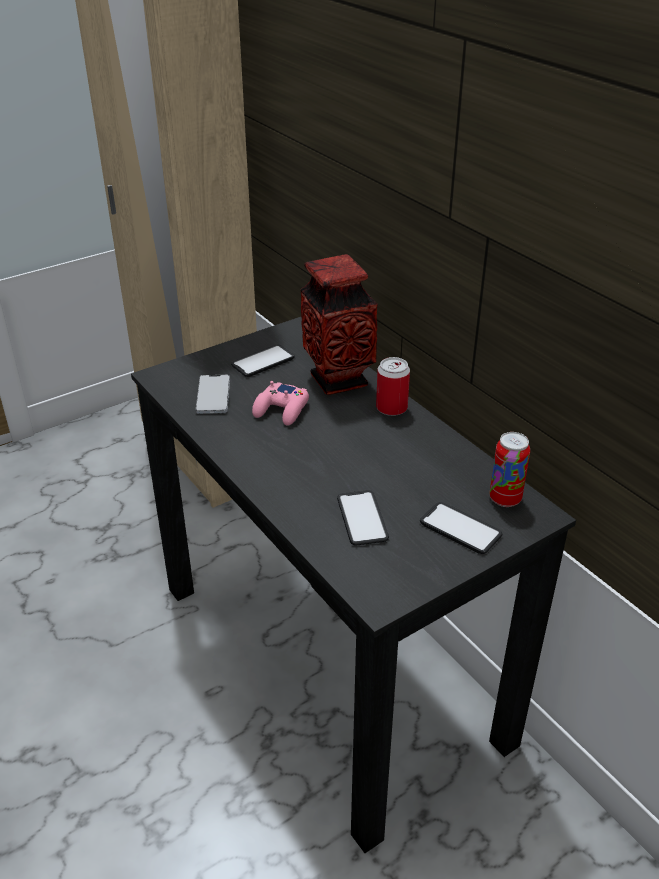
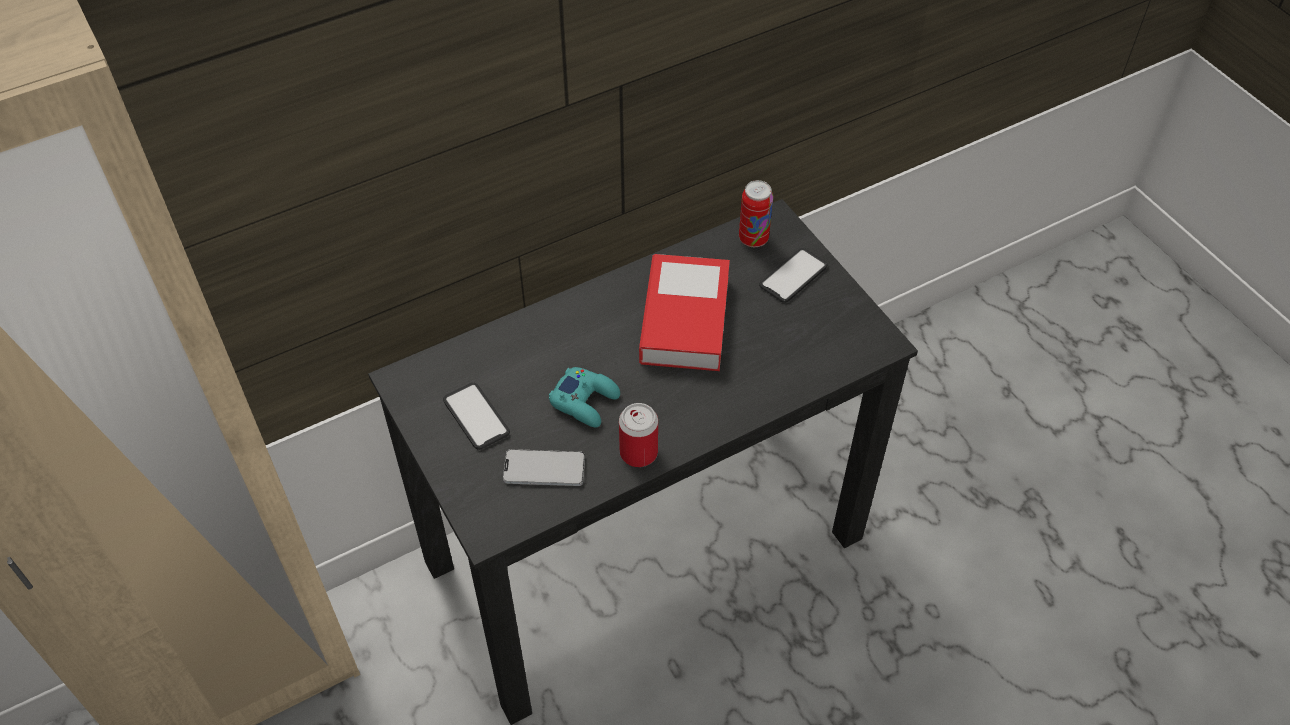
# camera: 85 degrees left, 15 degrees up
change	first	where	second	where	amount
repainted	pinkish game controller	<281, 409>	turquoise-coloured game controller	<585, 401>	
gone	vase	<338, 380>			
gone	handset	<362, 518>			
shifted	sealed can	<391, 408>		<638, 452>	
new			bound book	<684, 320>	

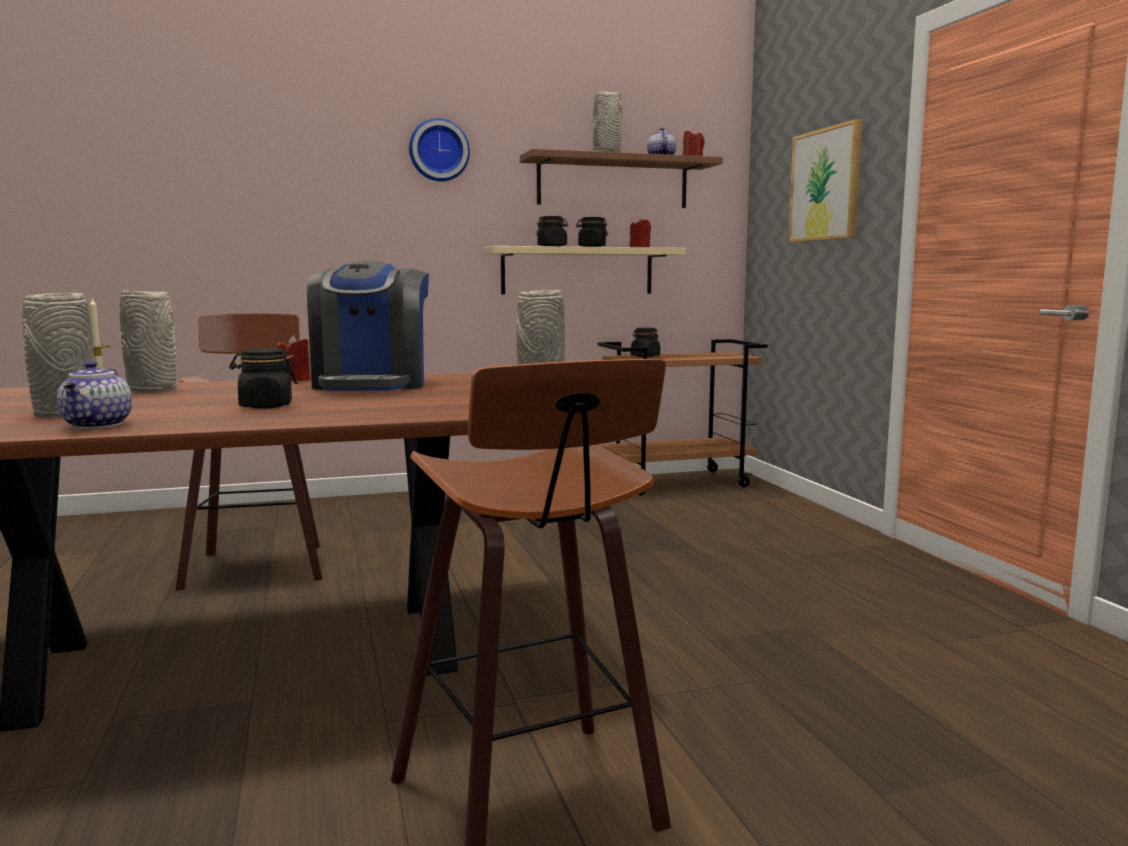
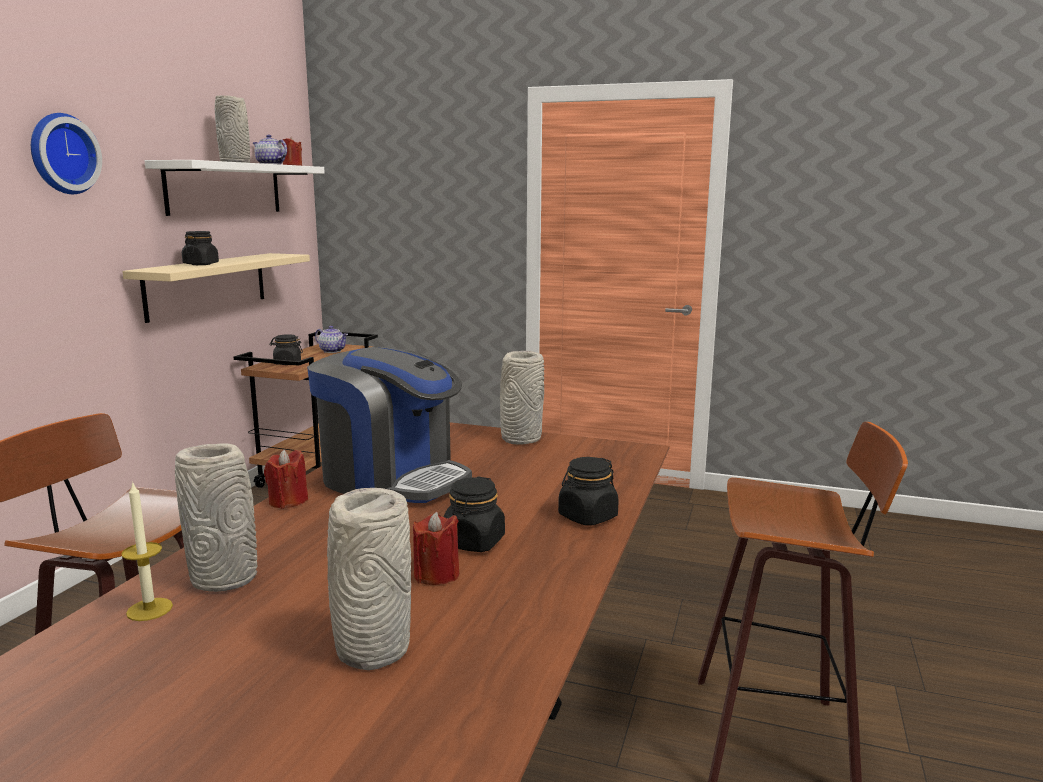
# camera: 55 degrees left, 5 degrees up
change	first	where	second	where	amount
shifted	teapot	<99, 425>		<333, 351>	
repainted	brownish wall shelf	<613, 182>	white wall shelf	<225, 188>	
shifted	blackish storage jar	<591, 247>		<587, 517>	
shifted	reddish wax candle	<640, 247>		<436, 575>	
gone	picture	<825, 185>			

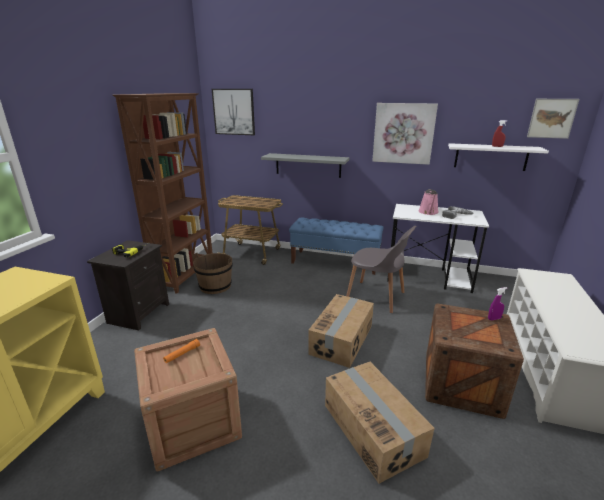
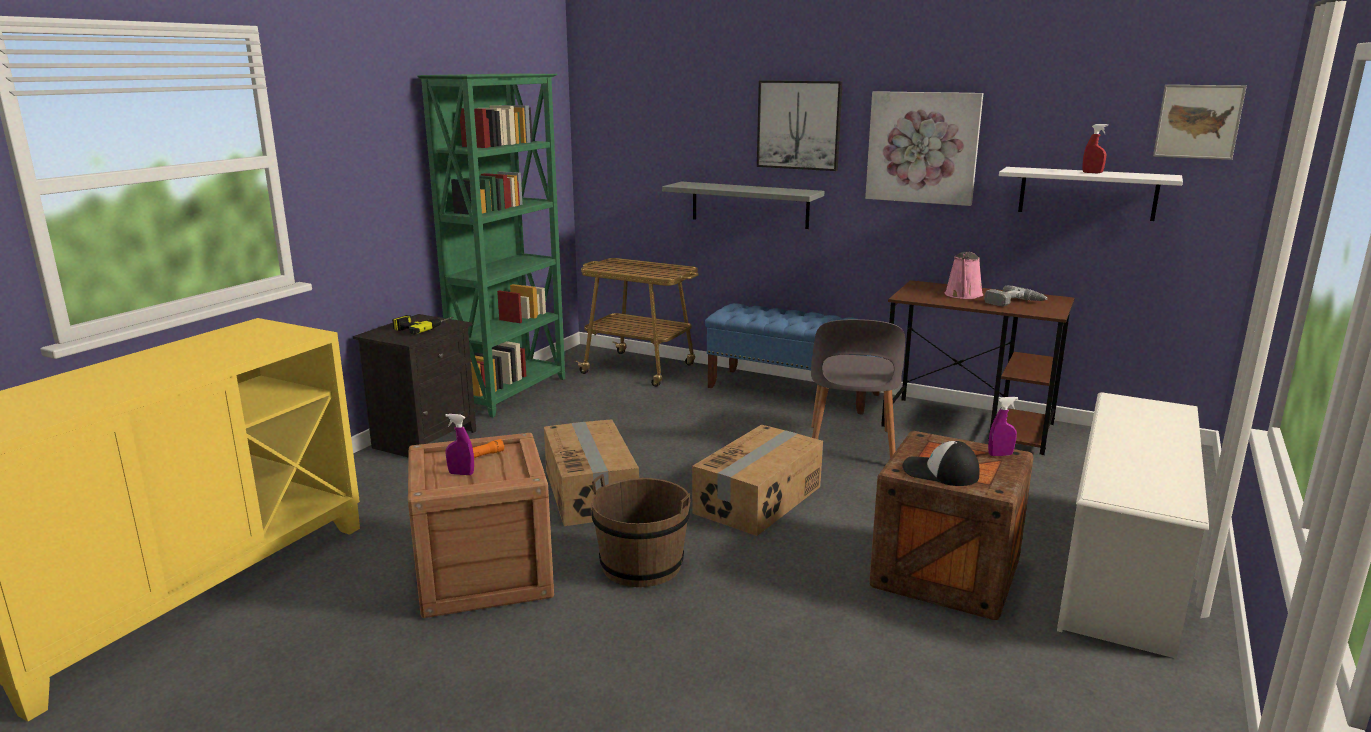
# camera: 10 degrees right, 5 degrees down
change	first	where	second	where	amount
repainted	brownish bookcase	<186, 275>	greenish bookcase	<512, 393>	
shifted	brownish bucket	<215, 286>		<641, 565>	
shifted	picture	<234, 112>		<799, 125>	
shifted	packing box	<373, 429>		<591, 492>	
rotated	gray upright chair	<377, 297>		<850, 447>	60 degrees clockwise
repainted	white desk table	<429, 277>	brownish desk table	<969, 425>	
new			purple-coloured spray bottle	<461, 473>	
new			peaked cap	<940, 472>	

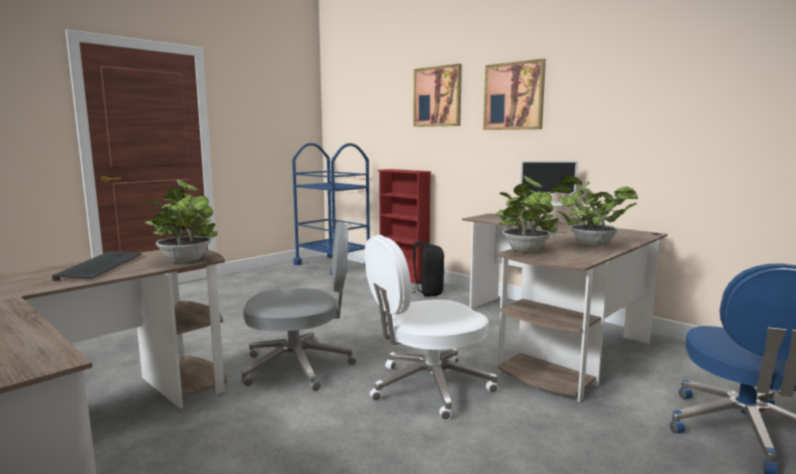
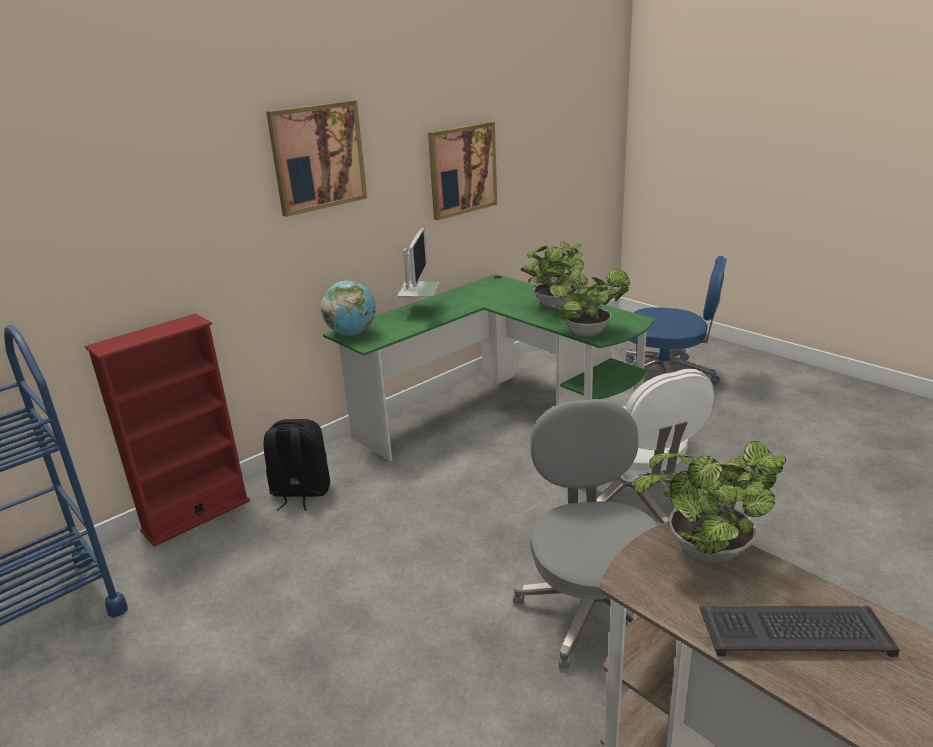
# camera: 85 degrees left, 15 degrees up
change	first	where	second	where	amount
shifted	picture	<437, 96>		<462, 170>	
repainted	brownish desk table	<557, 338>	greenish desk table	<499, 416>	
new			globe	<351, 333>	

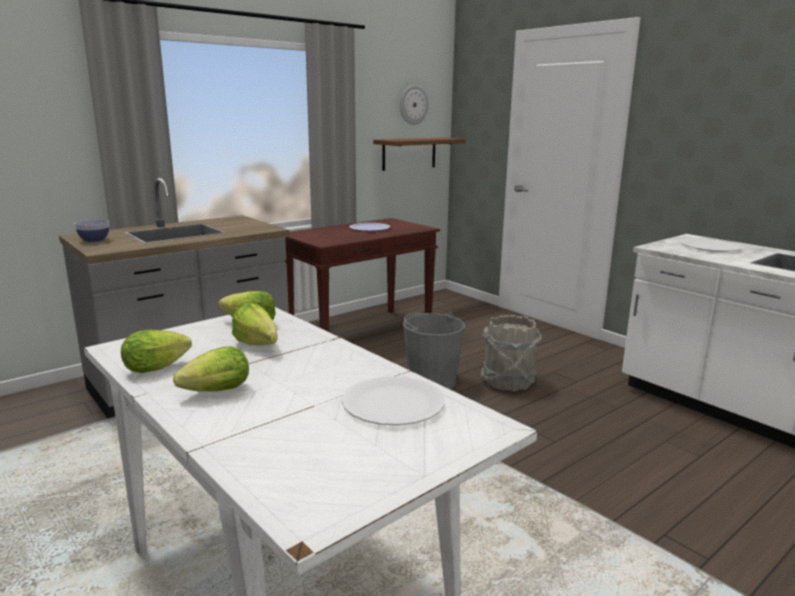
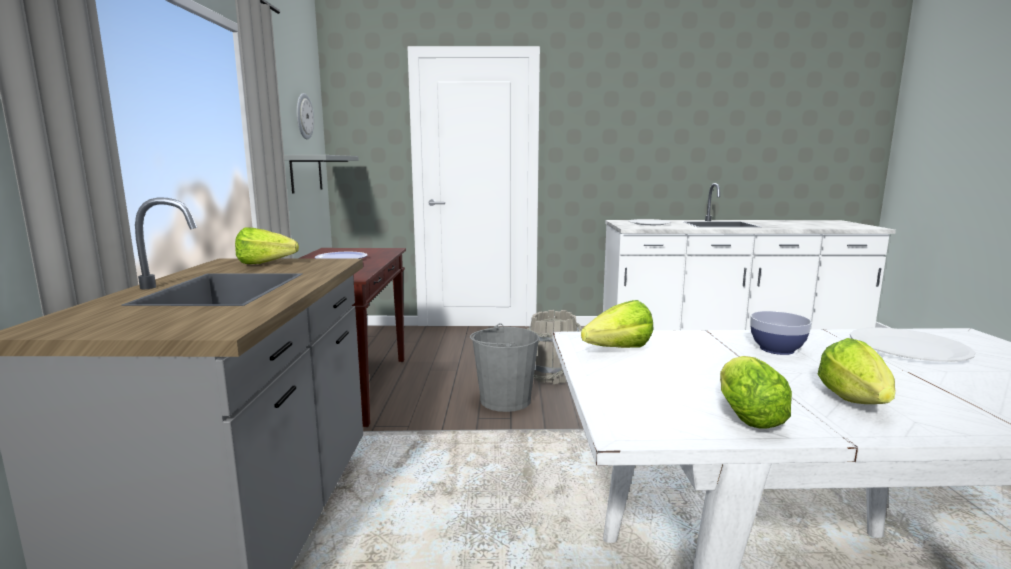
# camera: 50 degrees left, 5 degrees down
change	first	where	second	where	amount
shifted	serving bowl	<94, 240>		<776, 349>	
shifted	head of lettuce	<259, 347>		<270, 264>	
repainted	brownish wall shelf	<409, 153>	gray wall shelf	<306, 173>	

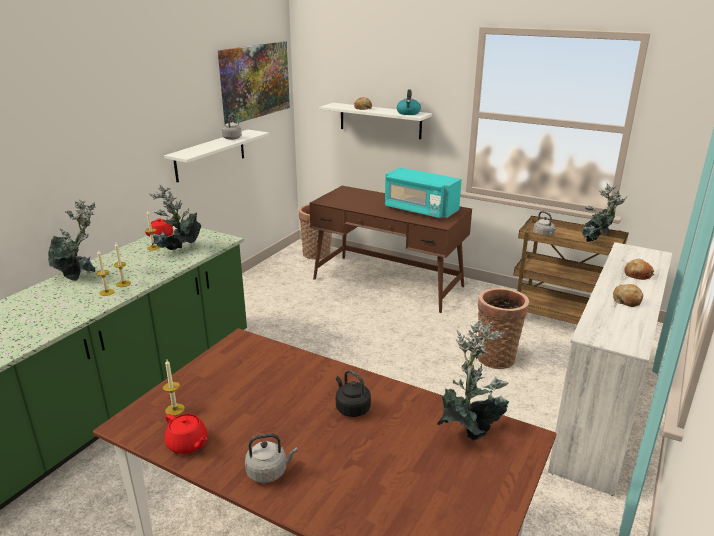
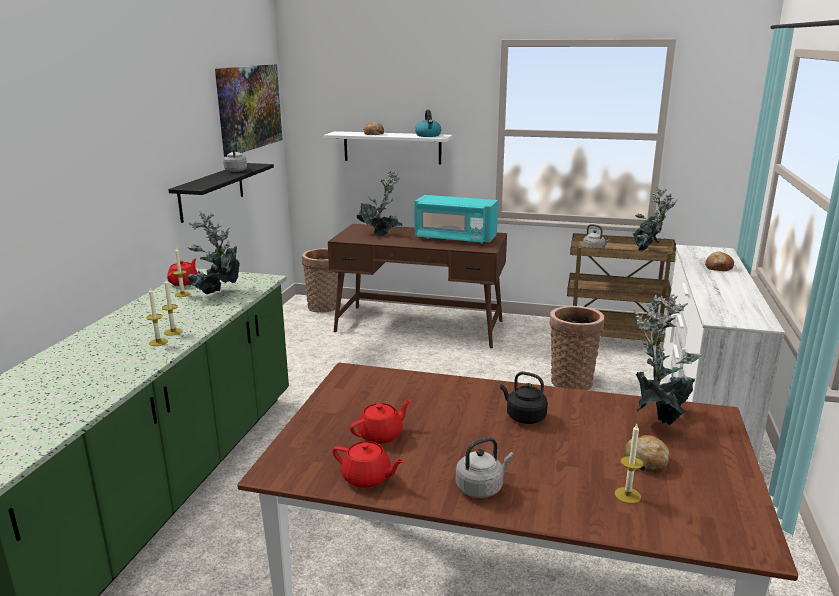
# camera: 15 degrees left, 5 degrees down
change	first	where	second	where	amount
shifted	plant in a pot	<80, 276>		<381, 234>	
shifted	wax candle	<175, 409>		<627, 495>	
repainted	white wall shelf	<210, 155>	blackish wall shelf	<212, 191>	
shifted	baked bread	<627, 300>		<646, 461>	
new			reddish teapot	<381, 435>	

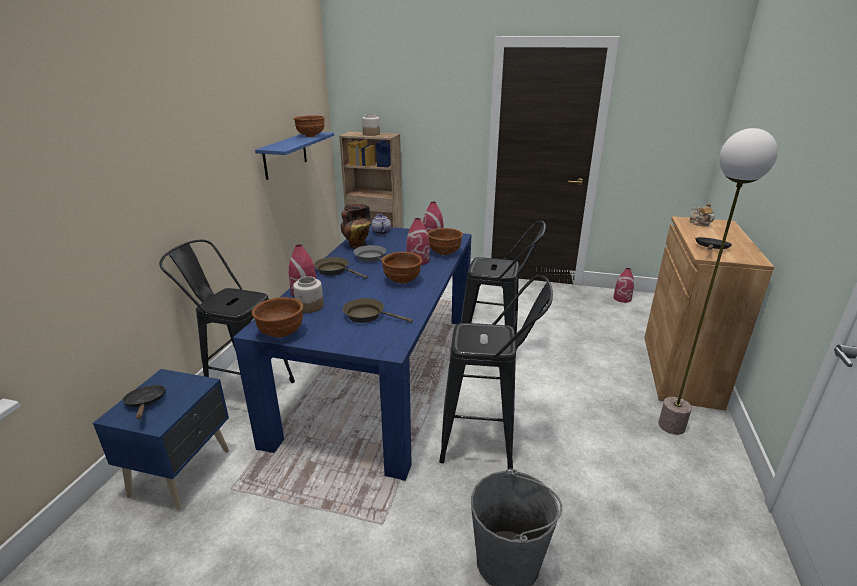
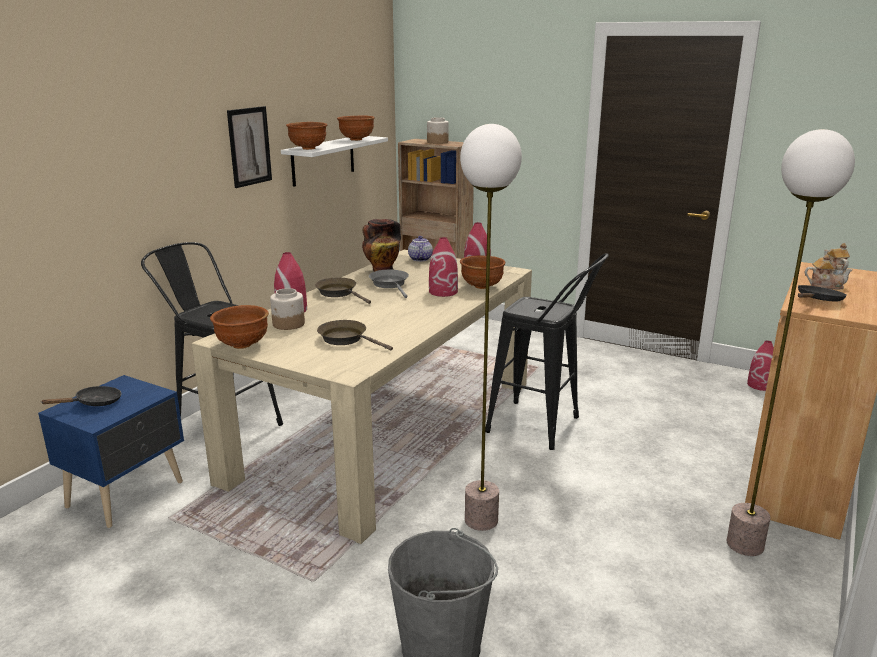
# camera: 15 degrees right, 5 degrees down
change	first	where	second	where	amount
rotated	blackish pan	<146, 403>		<94, 403>	60 degrees clockwise
repainted	blue kitchen table	<382, 372>	beige-coloured kitchen table	<388, 428>	
repainted	blue wall shelf	<285, 155>	white wall shelf	<323, 160>	
shifted	brownish serving bowl	<402, 281>		<308, 148>	
swapped	blackish sitting stool	<487, 441>	floor lamp	<481, 520>	
new			picture	<249, 146>	
new			teapot	<825, 286>	

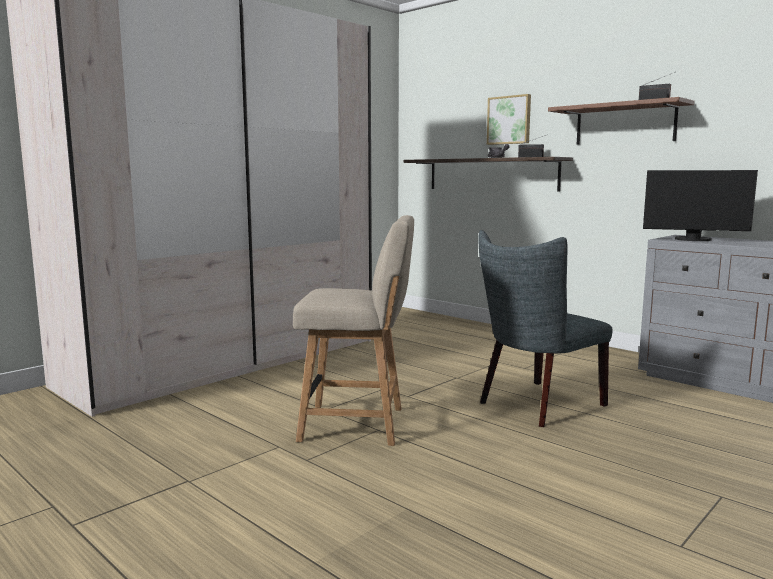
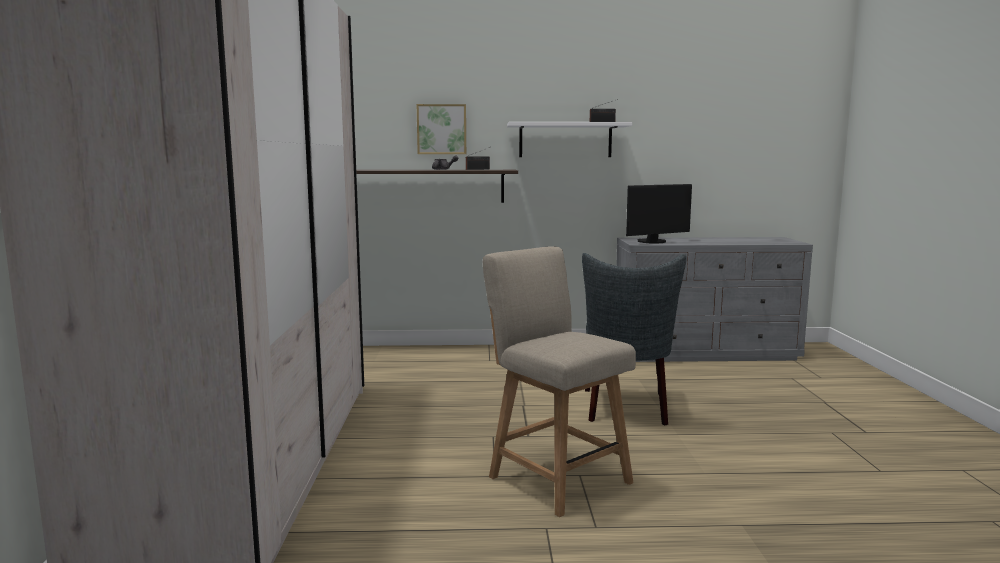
# camera: 45 degrees left, 0 degrees up
change	first	where	second	where	amount
rotated	beige-coloured upright chair	<358, 424>		<555, 477>	90 degrees counterclockwise
repainted	brownish wall shelf	<625, 124>	white wall shelf	<565, 140>	

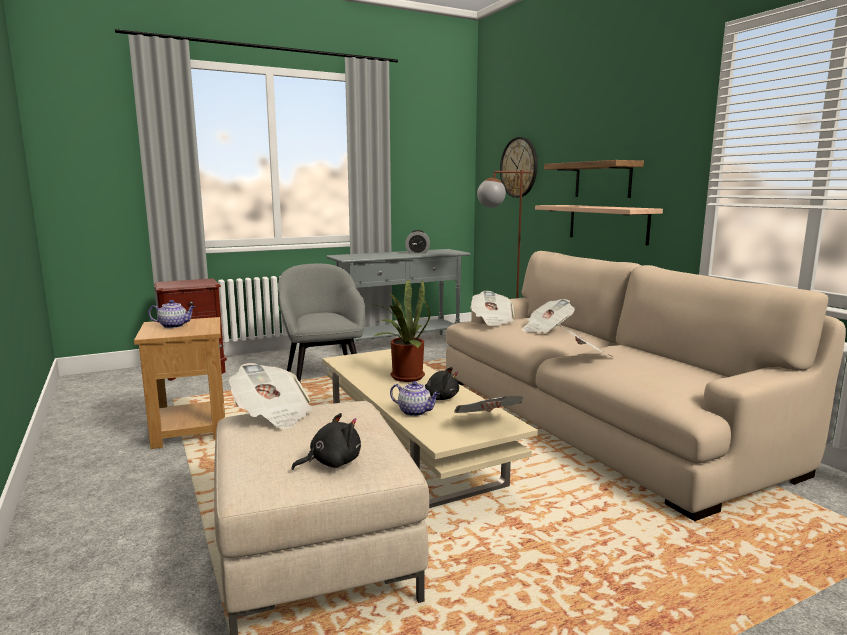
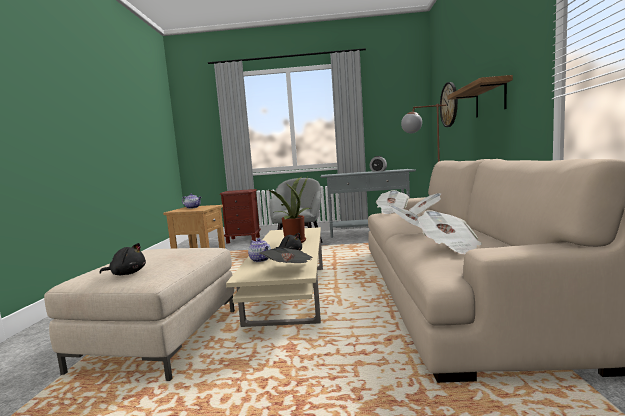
# camera: 30 degrees right, 5 degrees down
change	first	where	second	where	amount
shifted	newspaper	<273, 415>		<449, 247>	
gone	wall shelf	<607, 223>			

